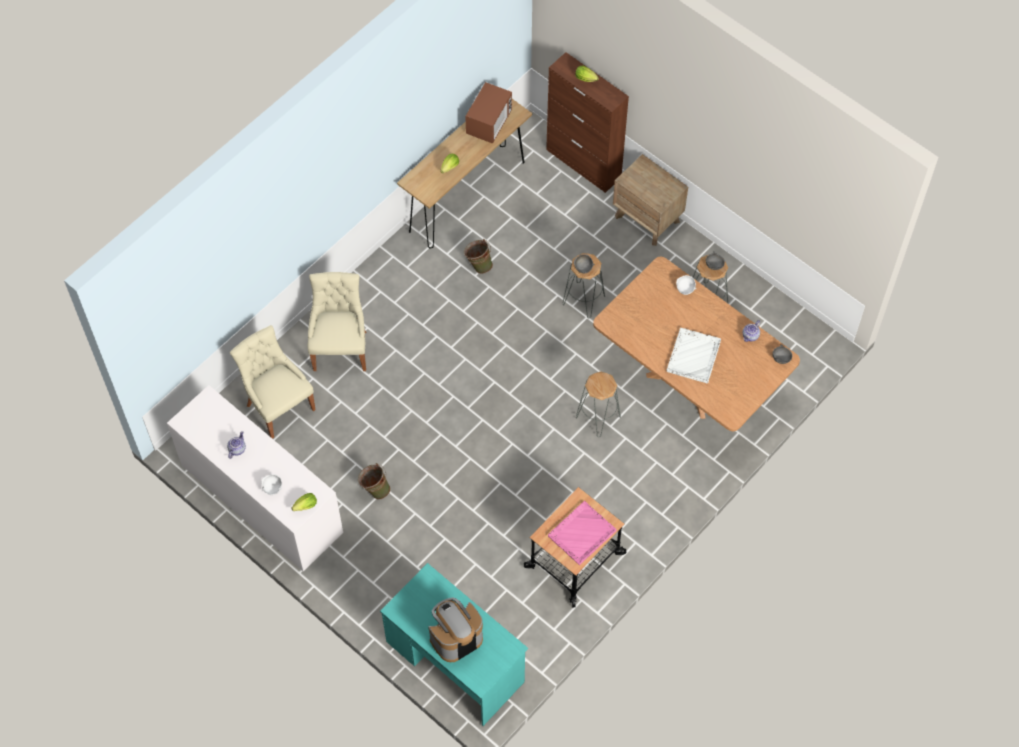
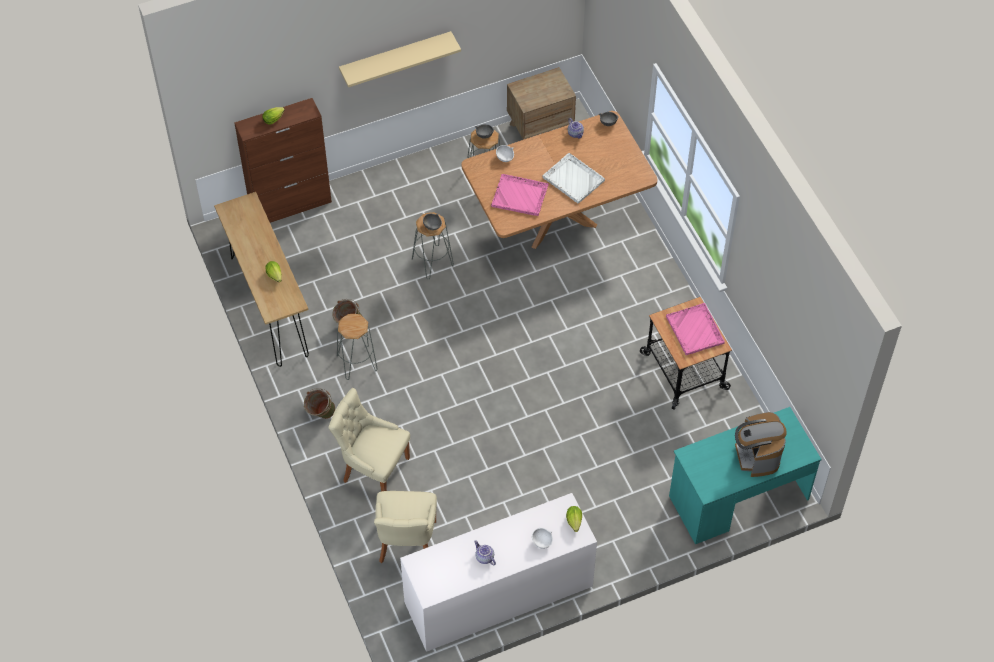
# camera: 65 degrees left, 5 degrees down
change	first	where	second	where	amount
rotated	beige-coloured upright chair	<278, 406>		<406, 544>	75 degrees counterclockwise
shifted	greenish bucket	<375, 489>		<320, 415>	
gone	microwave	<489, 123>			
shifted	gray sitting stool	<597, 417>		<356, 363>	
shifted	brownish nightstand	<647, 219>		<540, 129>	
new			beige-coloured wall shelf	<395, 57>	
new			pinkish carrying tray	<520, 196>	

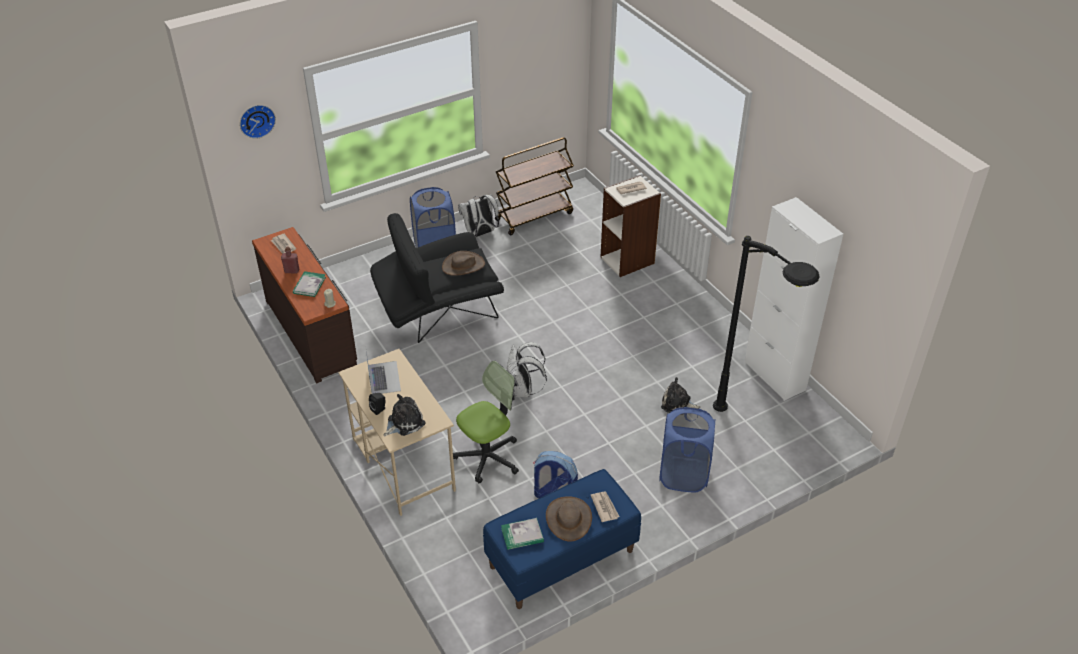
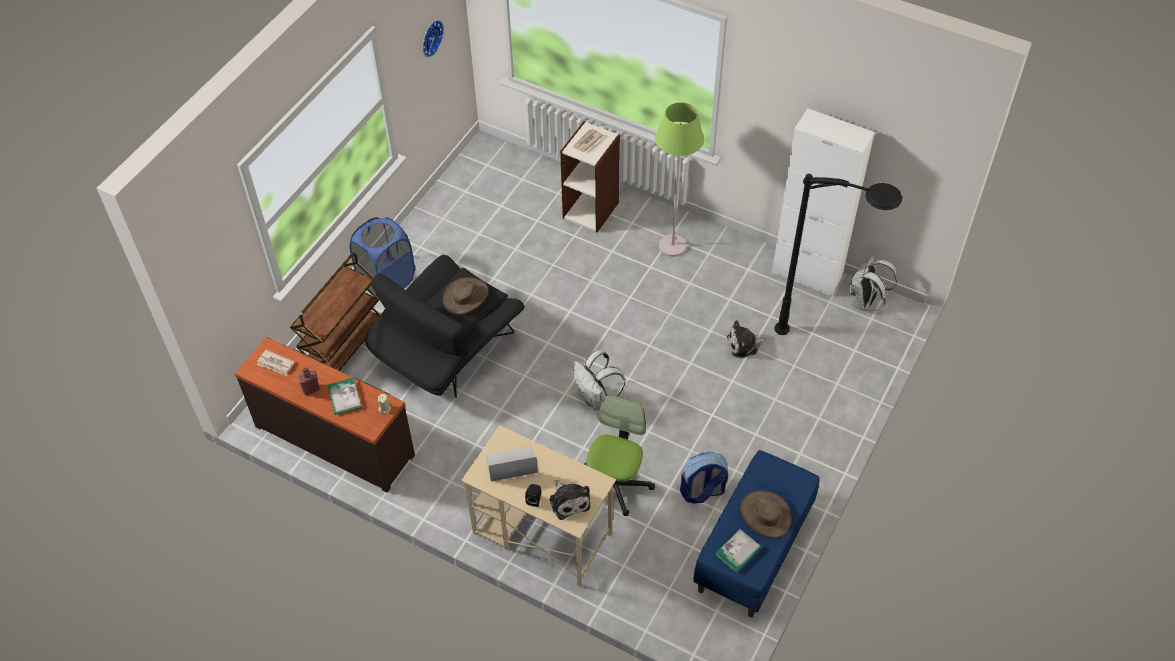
# camera: 30 degrees left, 10 degrees up
change	first	where	second	where	amount
shifted	wall clock	<256, 120>		<430, 37>	
rotated	notebook computer	<384, 377>		<511, 464>	60 degrees counterclockwise
rotated	cuddly toy	<404, 422>		<569, 501>	135 degrees clockwise
shifted	white rucksack	<480, 233>		<864, 302>	
shifted	brownish wheeled cart	<534, 216>		<344, 347>	
gone	newspaper	<604, 507>			
gone	blue washing basket	<683, 475>			
new			greenish floor lamp	<672, 246>	

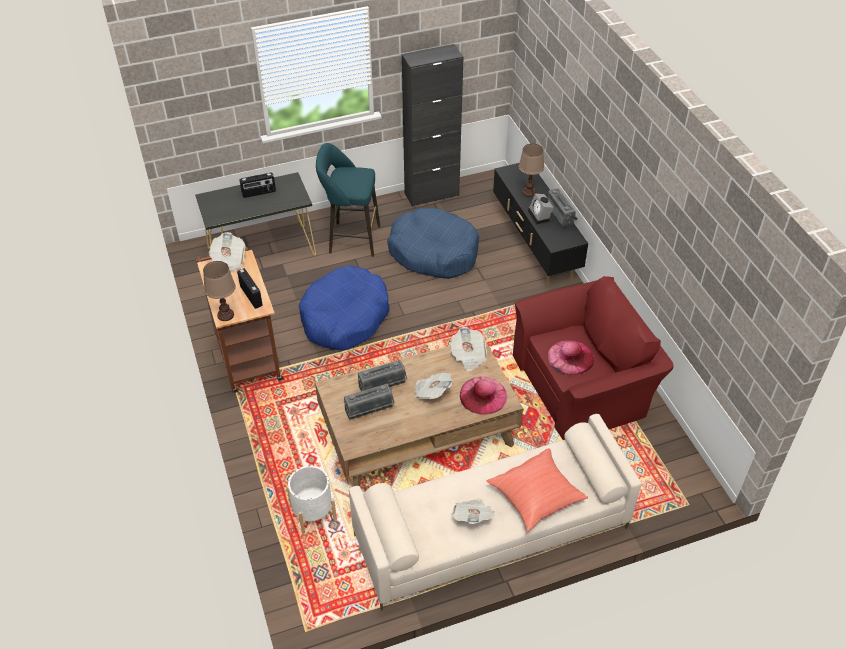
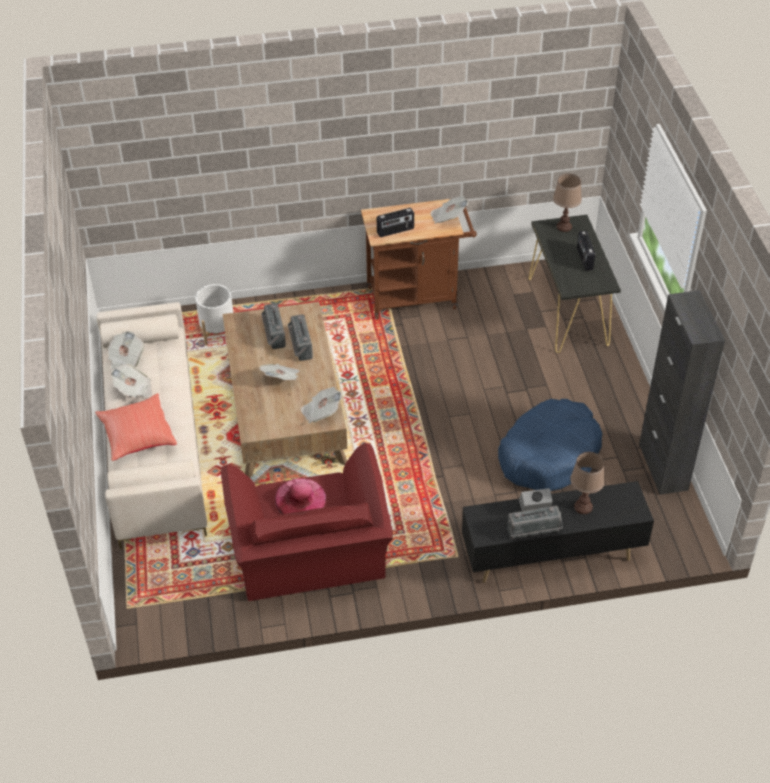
# camera: 100 degrees right, 0 degrees up
change	first	where	second	where	amount
shifted	brownish lamp for a table	<226, 315>		<564, 227>	
gone	blue dog cushion	<344, 318>			
gone	turquoise-coloured sitting stool	<351, 239>			
gone	pinkish wearable hat	<483, 395>			
new			newspaper	<125, 361>	

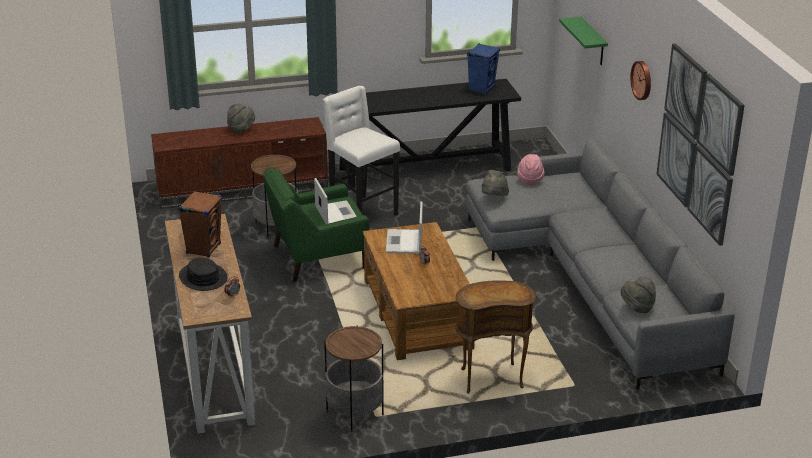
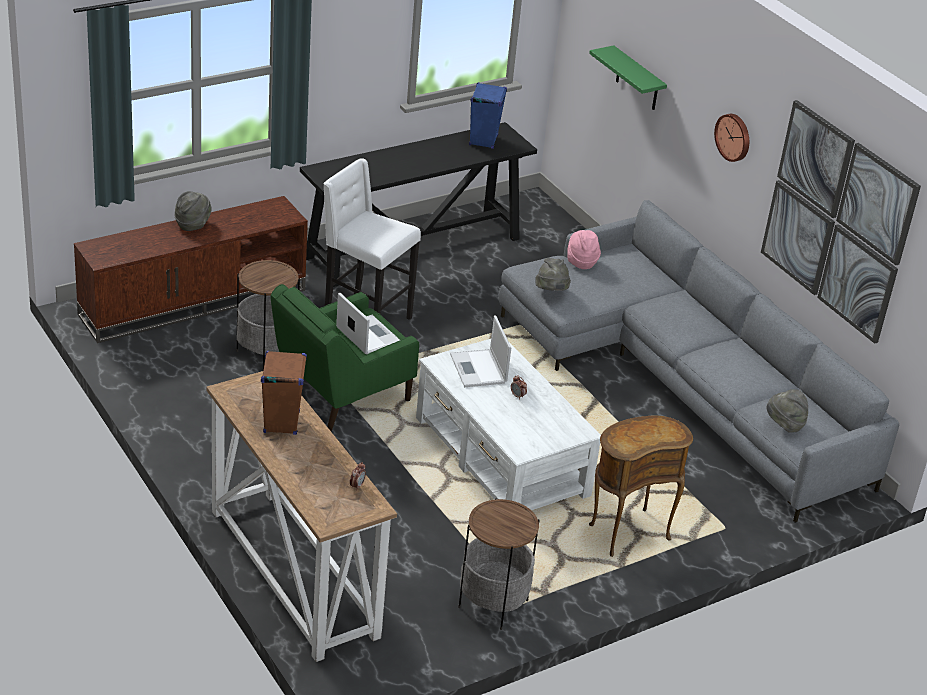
# camera: 20 degrees left, 5 degrees up
change	first	where	second	where	amount
gone	blackish wearable hat	<203, 278>			
repainted	brownish coffee table	<416, 314>	white coffee table	<501, 457>	

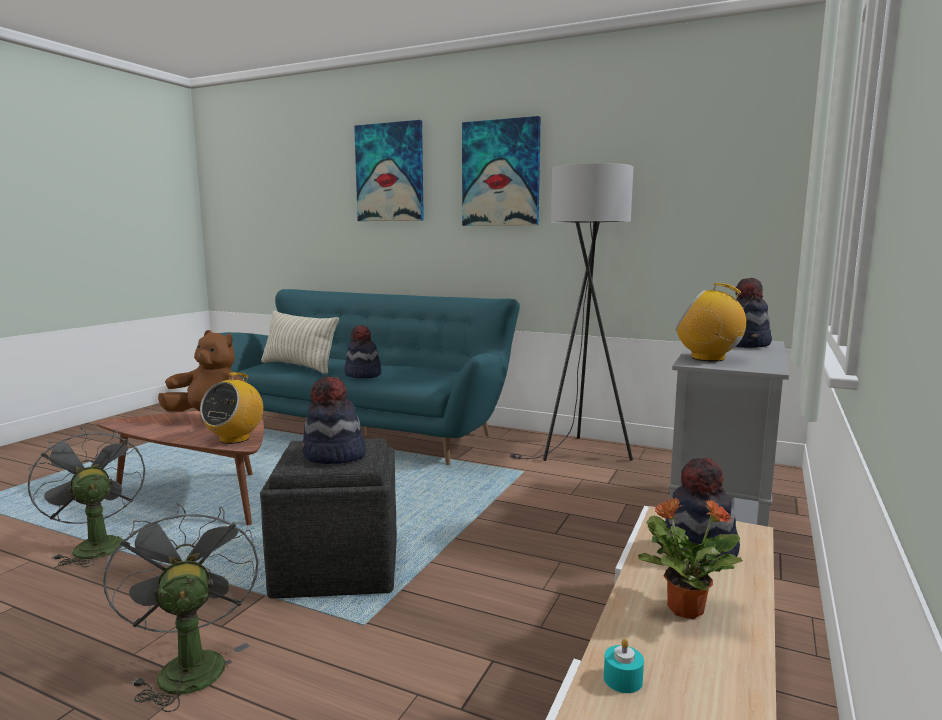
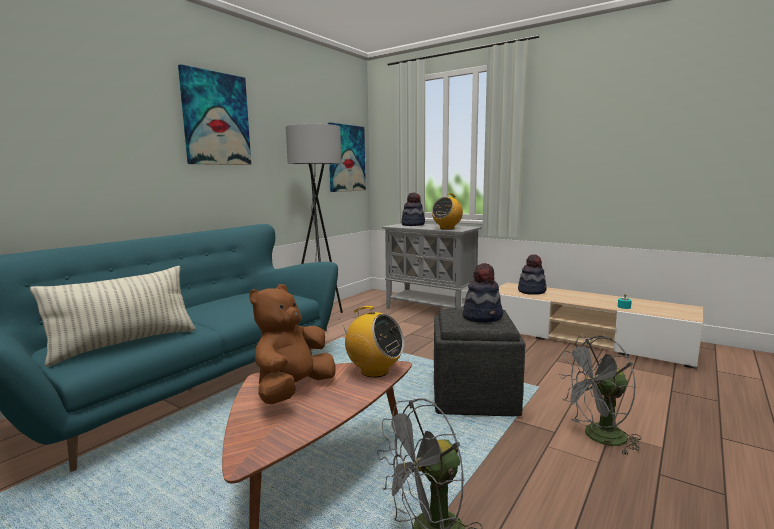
# camera: 80 degrees left, 0 degrees up
change	first	where	second	where	amount
gone	wearable hat	<362, 375>			
shifted	picture	<390, 172>		<346, 158>	
gone	plant in a pot	<684, 608>			

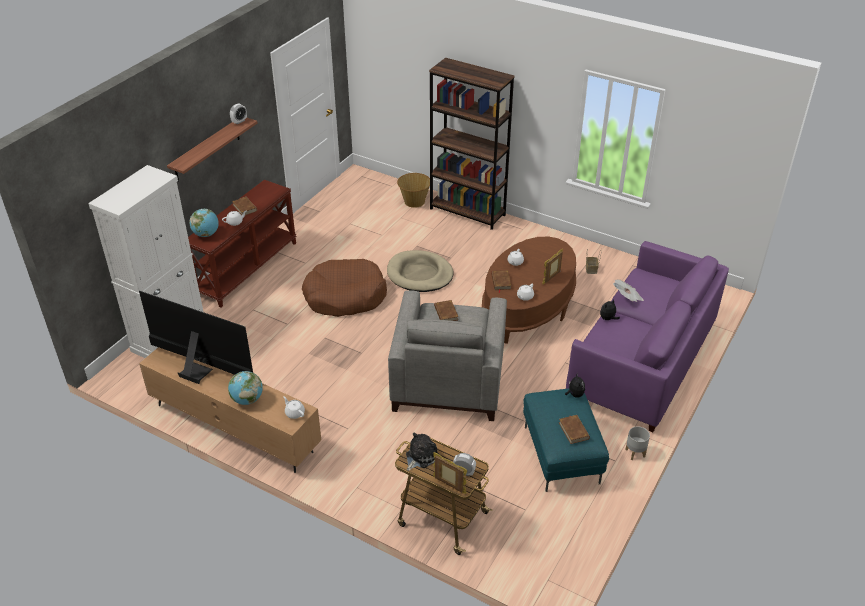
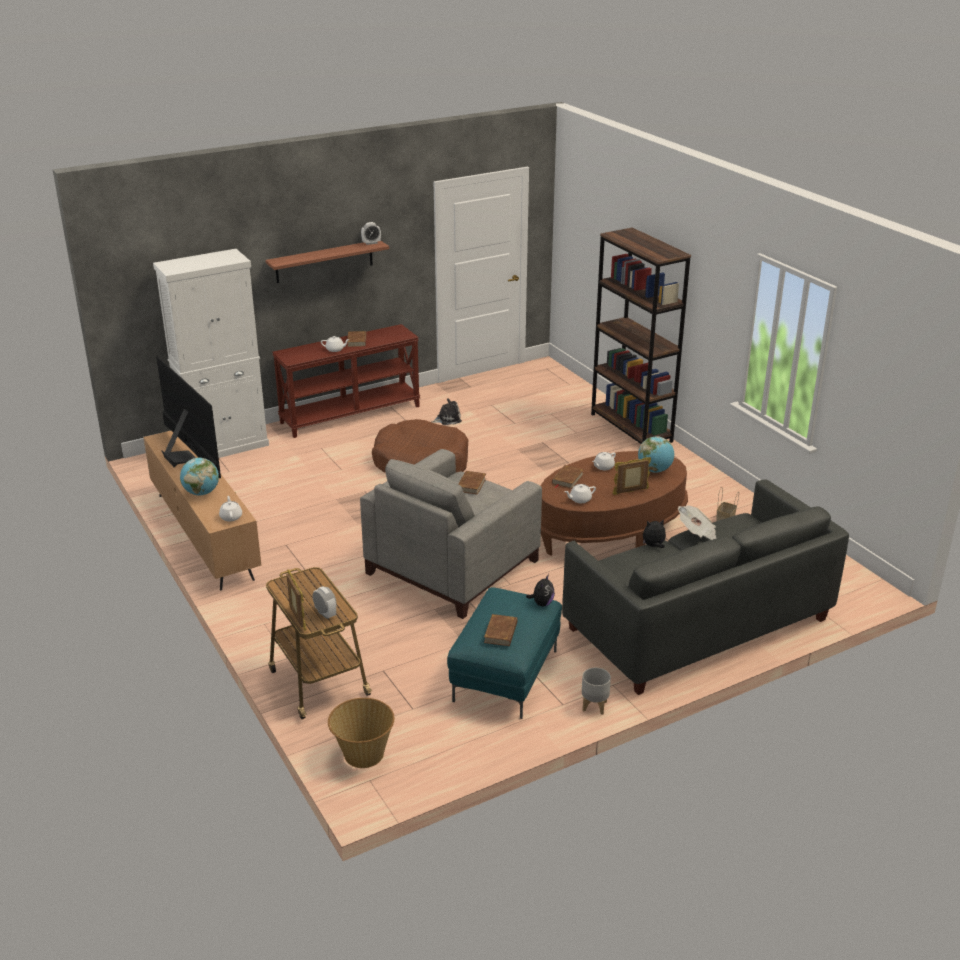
# camera: 30 degrees right, 10 degrees down
change	first	where	second	where	amount
shifted	globe	<206, 234>		<655, 470>	
gone	beige-coloured dog cushion	<420, 274>			
shifted	storage basket	<414, 202>		<363, 754>	
shifted	cuddly toy	<420, 456>		<447, 419>	
repainted	purple-coloured sofa	<642, 361>	gray sofa	<697, 624>	

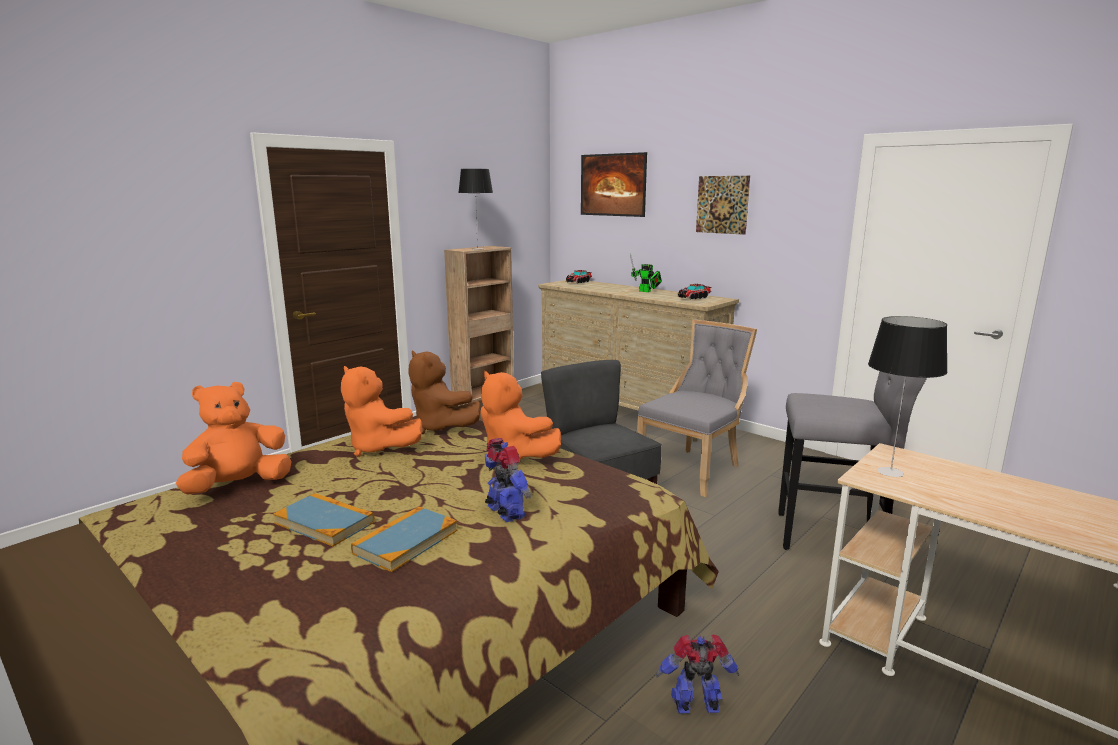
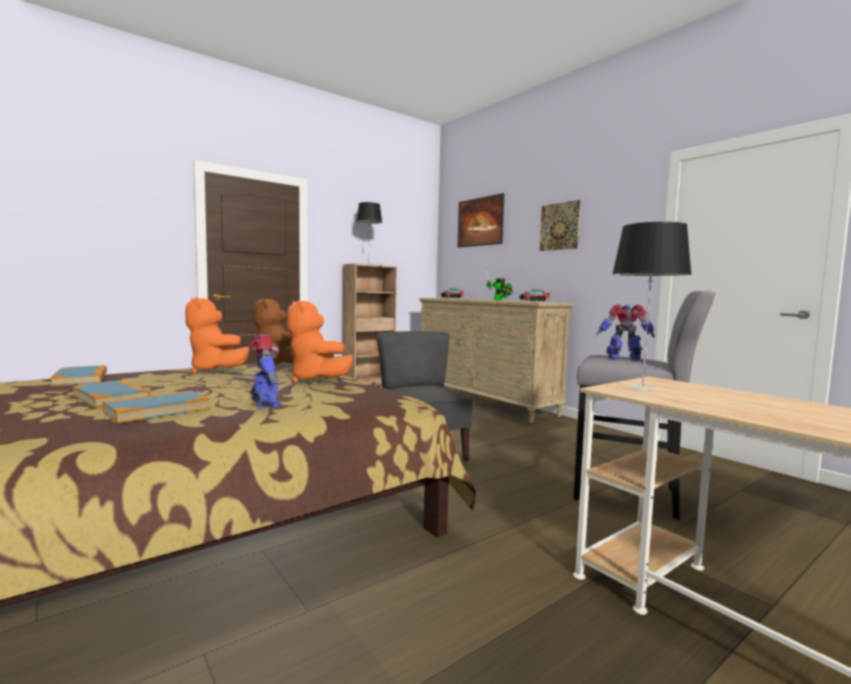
# camera: 10 degrees right, 10 degrees down
change	first	where	second	where	amount
swapped	orange-coloured cuddly toy	<238, 486>	bound book	<81, 379>	
gone	gray upright chair	<693, 469>			
shifted	model robot	<697, 706>		<624, 359>	

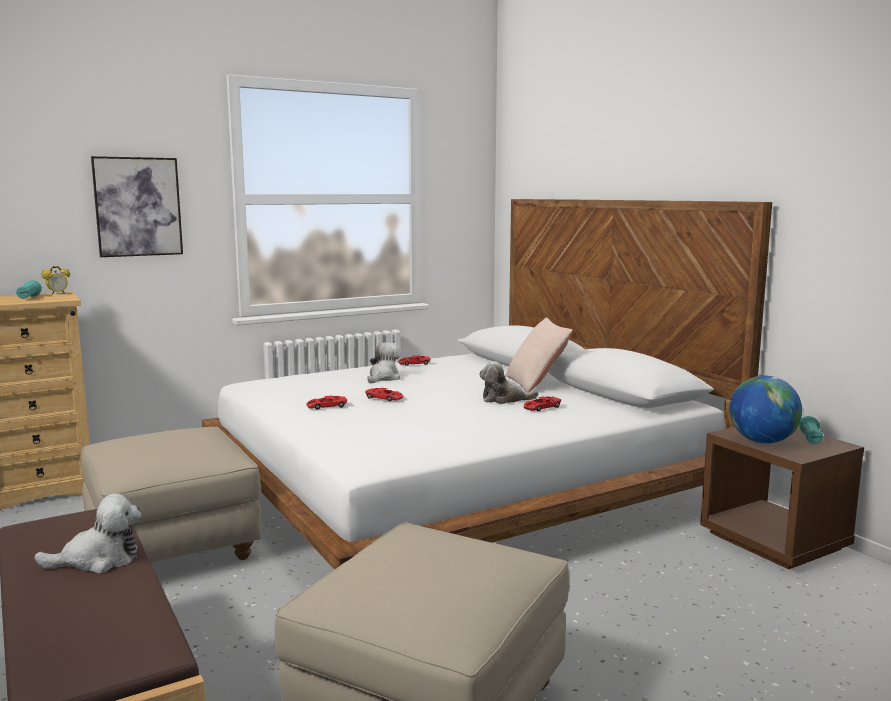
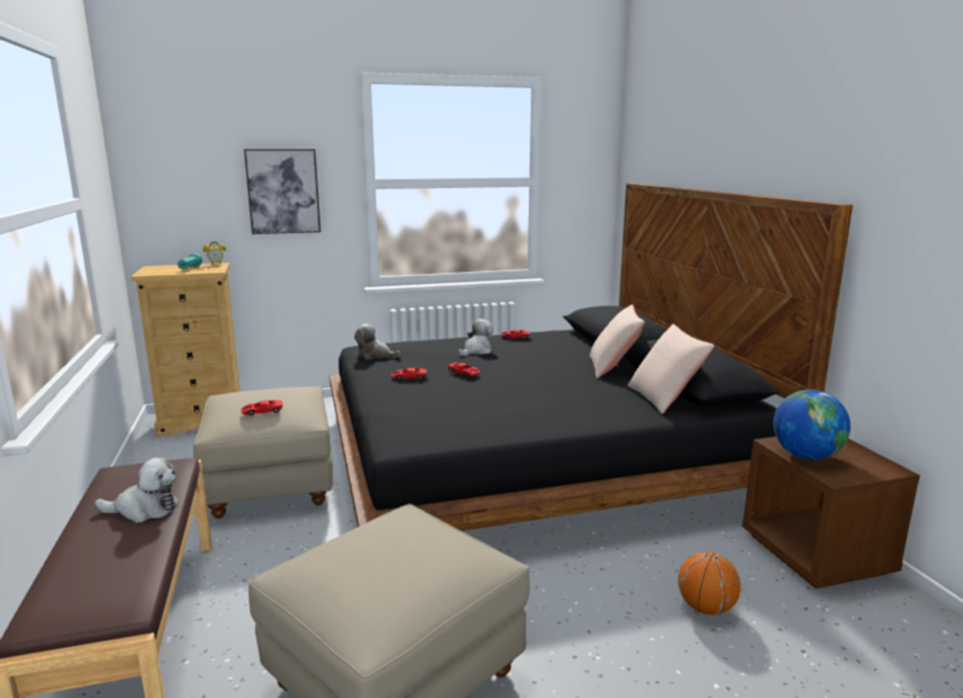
# camera: 15 degrees right, 5 degrees up
change	first	where	second	where	amount
repainted	white sleeping bed	<457, 485>	blackish sleeping bed	<531, 454>	
shifted	cuddly toy	<504, 399>		<375, 356>	
shifted	reddish toy car	<541, 407>		<262, 411>	
gone	turquoise-coloured hand torch	<810, 439>			
new			beige-coloured cushion	<665, 398>	
new			basketball ball	<706, 608>	

